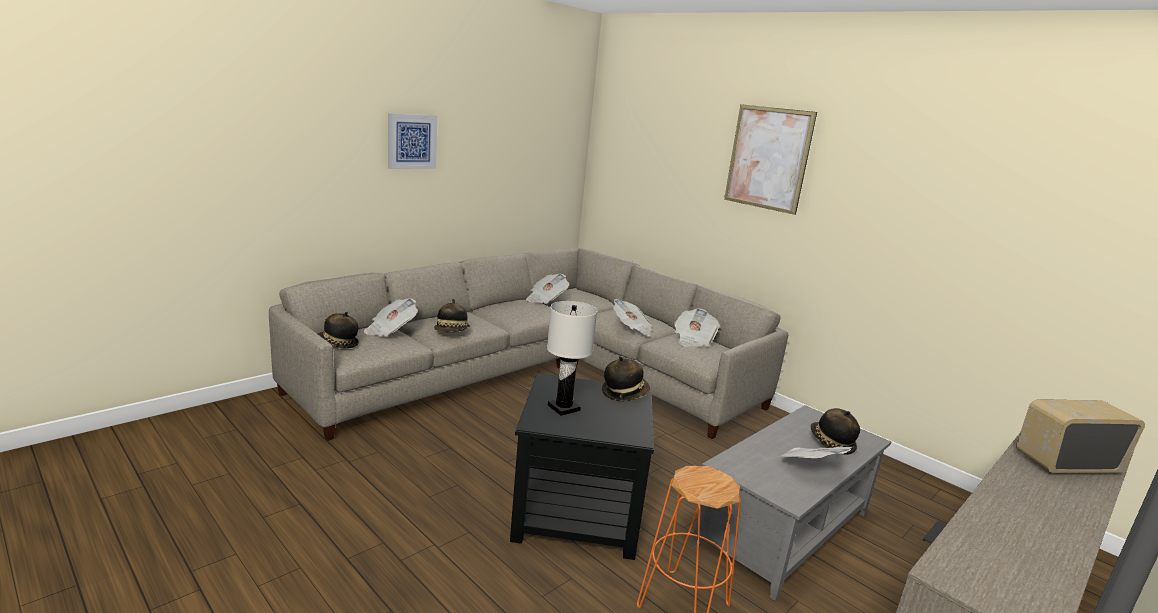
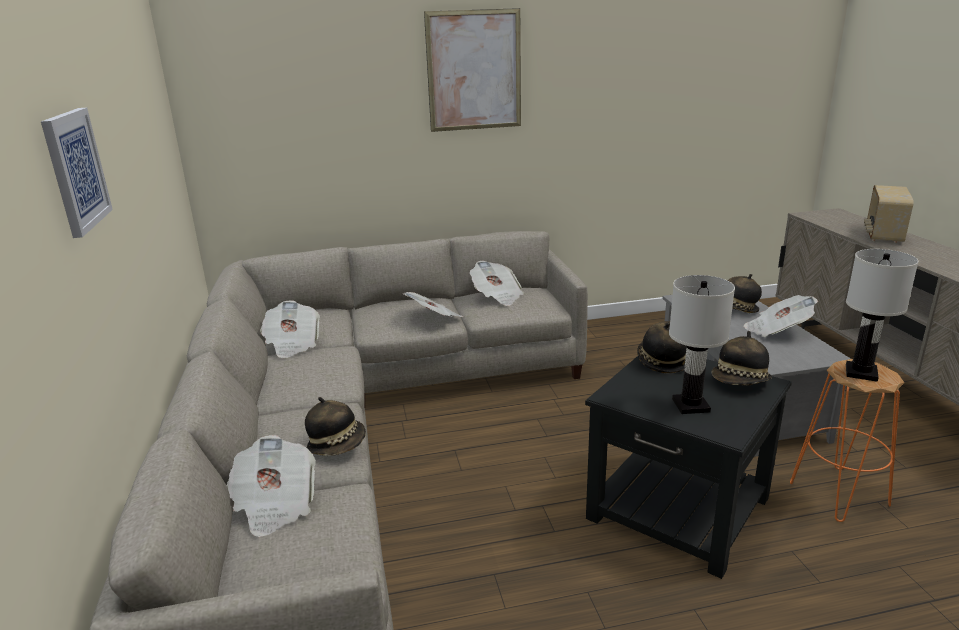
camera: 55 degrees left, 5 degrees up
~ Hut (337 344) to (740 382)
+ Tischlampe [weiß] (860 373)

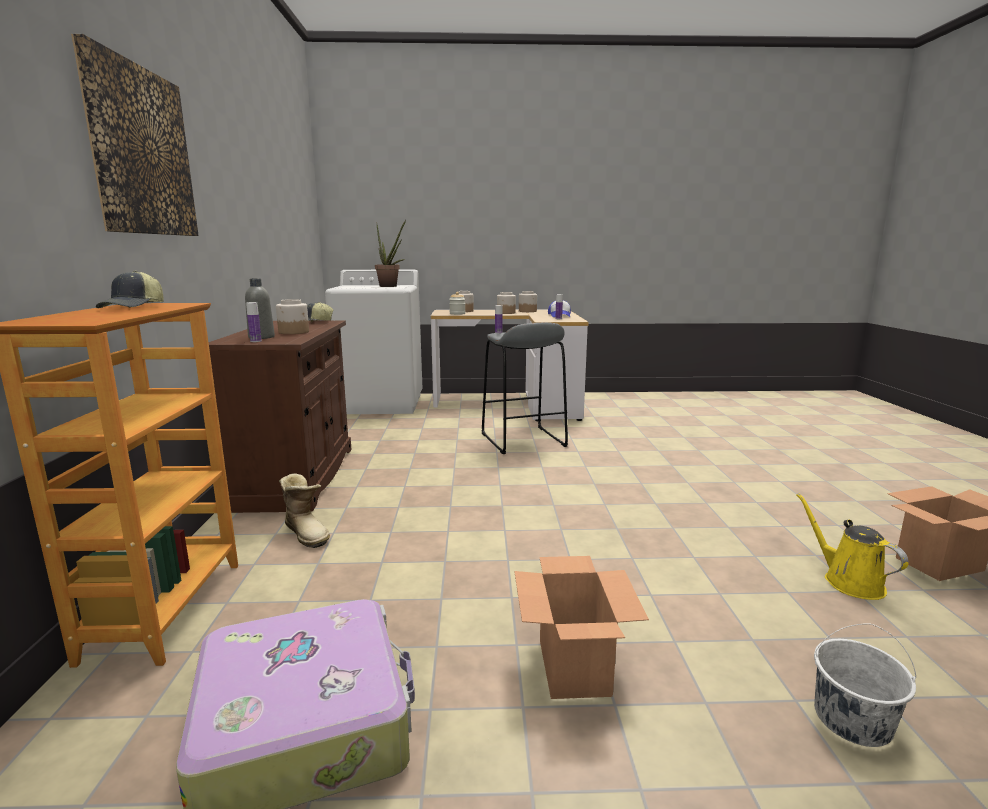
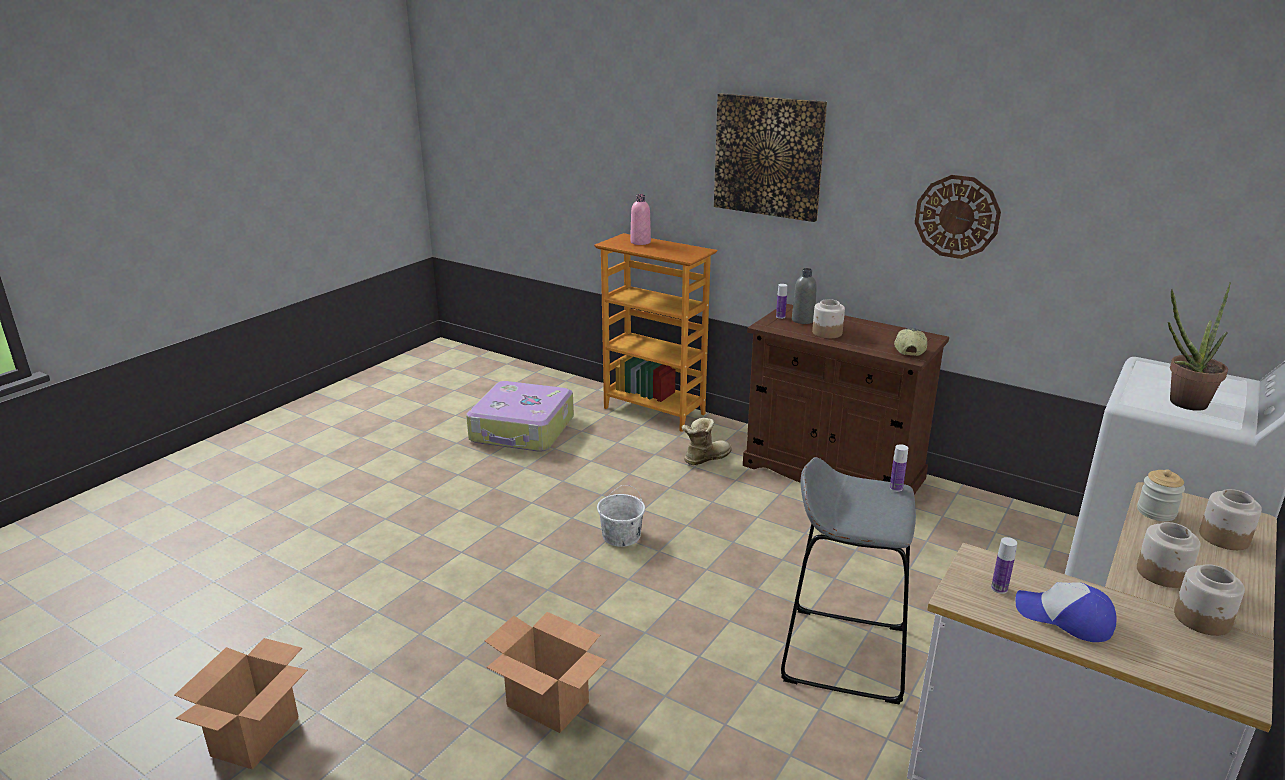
camera: 125 degrees right, 10 degrees up
~ Karton (573 666) to (549 704)
~ Eimer [weiß] (851 719) to (621 536)
+ Flasche [rosa] (640 242)
~ Stiefel (307 532) = (704 458) 150 degrees clockwise
+ Wanduhr (957 216)
- Kappe (134 307)
- Gießkanne [gelb] (848 581)

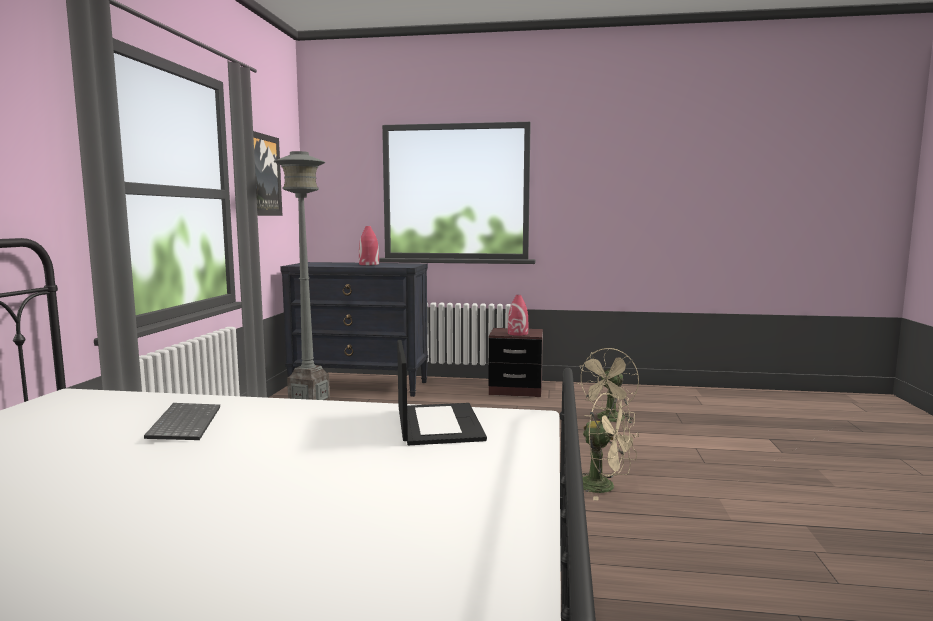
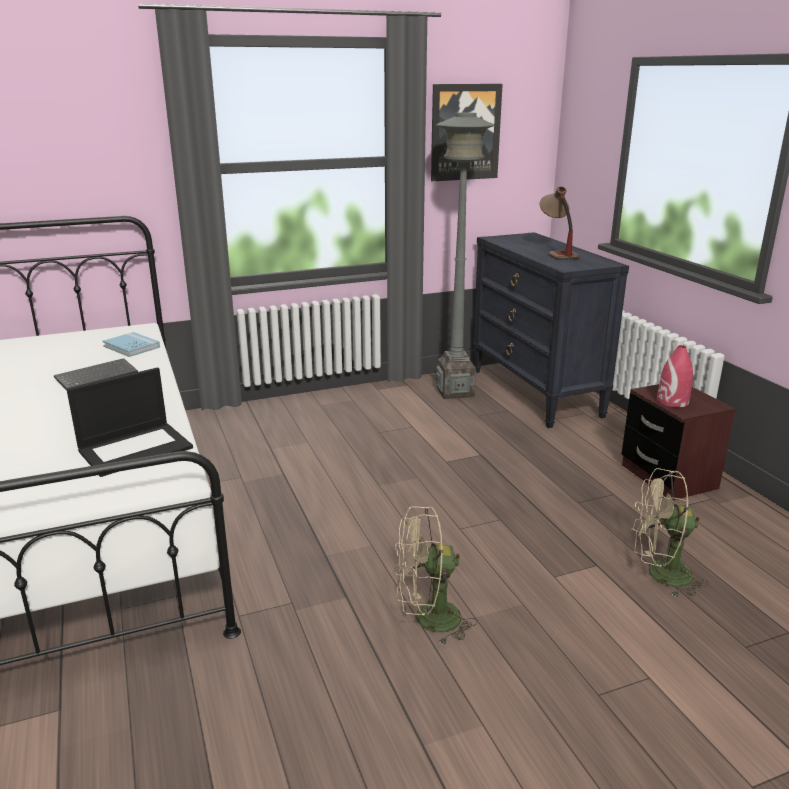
camera: 60 degrees right, 15 degrees up
+ Buch [blau] (131 347)
~ Ventilator [beige] (604 487) = (428 620) 75 degrees clockwise
~ Vase [rot] (369 264) to Tischlampe (556 253)

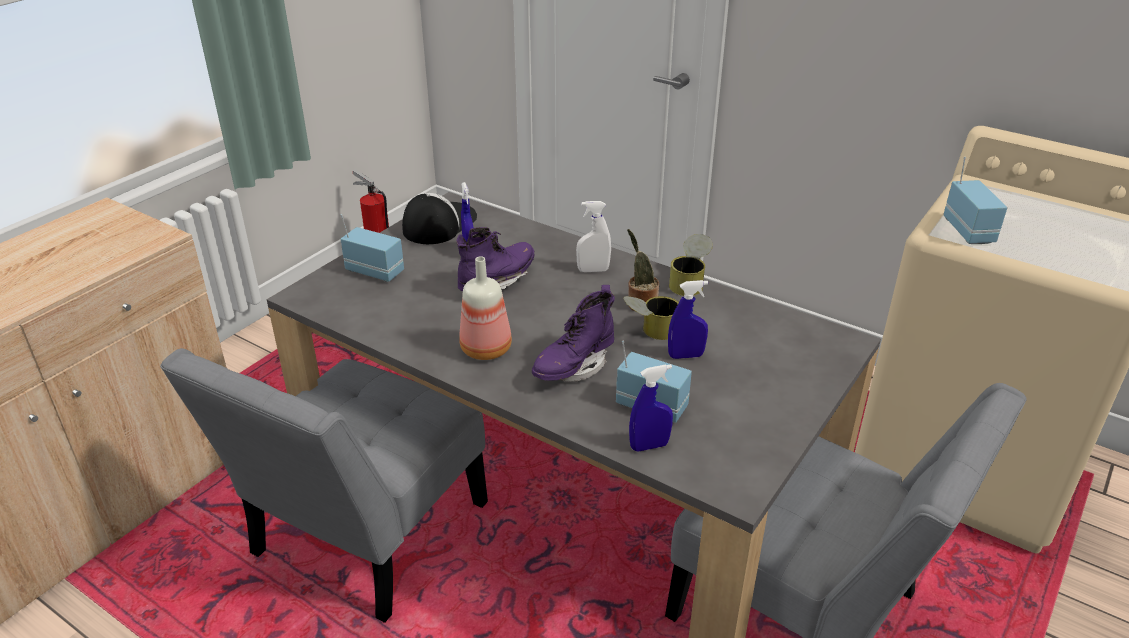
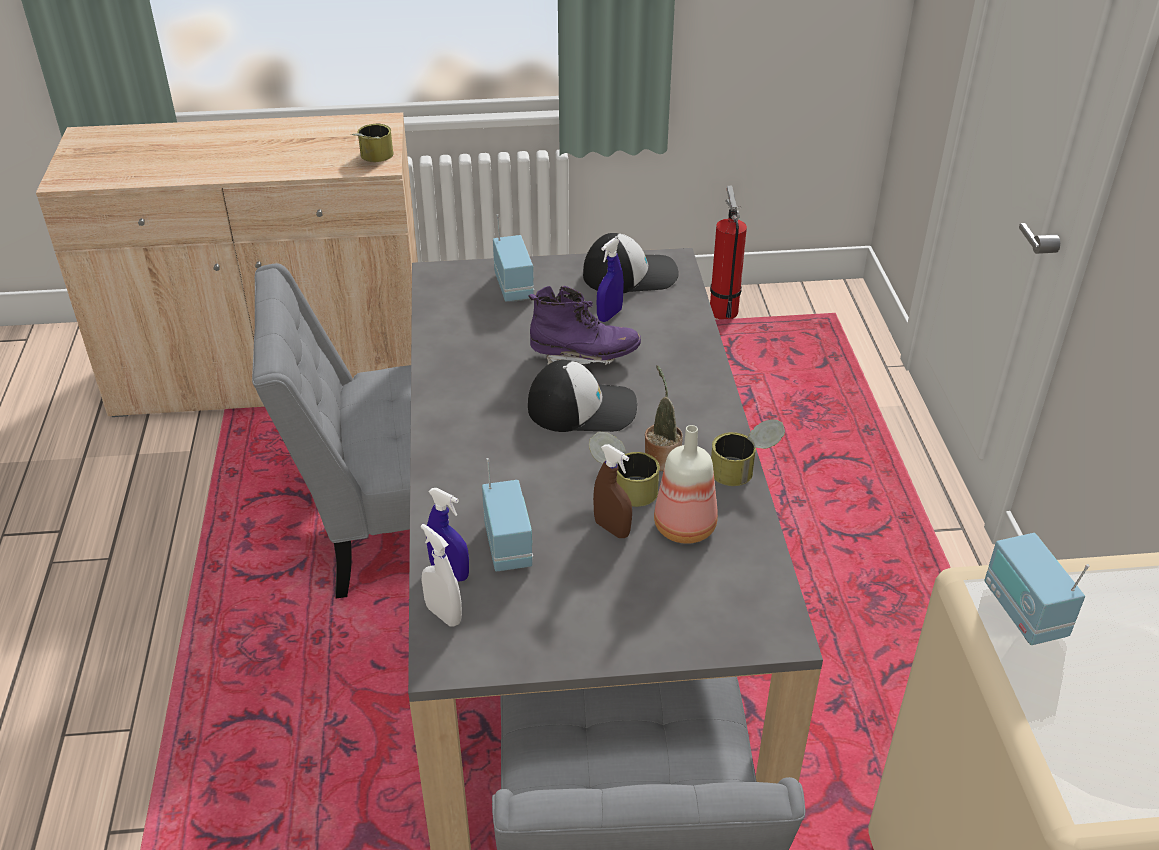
camera: 50 degrees right, 5 degrees up
+ Dose (373 159)
~ Sprühflasche [weiß] (593 270) to (443 614)
+ Kappe (583 407)
~ Sprühflasche [blau] (685 356) to Sprühflasche [braun] (612 529)
~ Flasche (487 348) to (687 527)
~ Radio (969 231) = (1023 612) 120 degrees clockwise
- Stiefel [lila] (574 367)

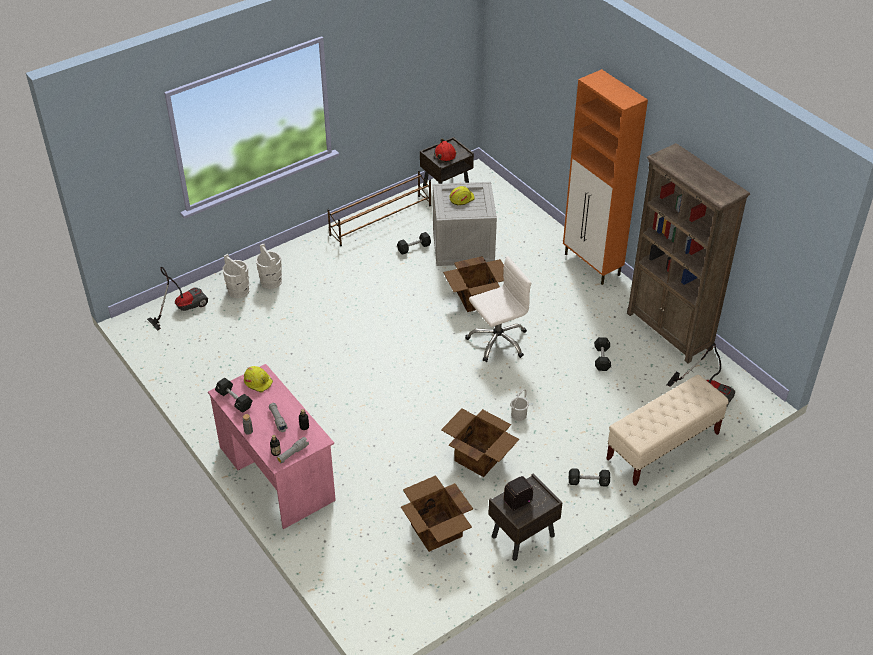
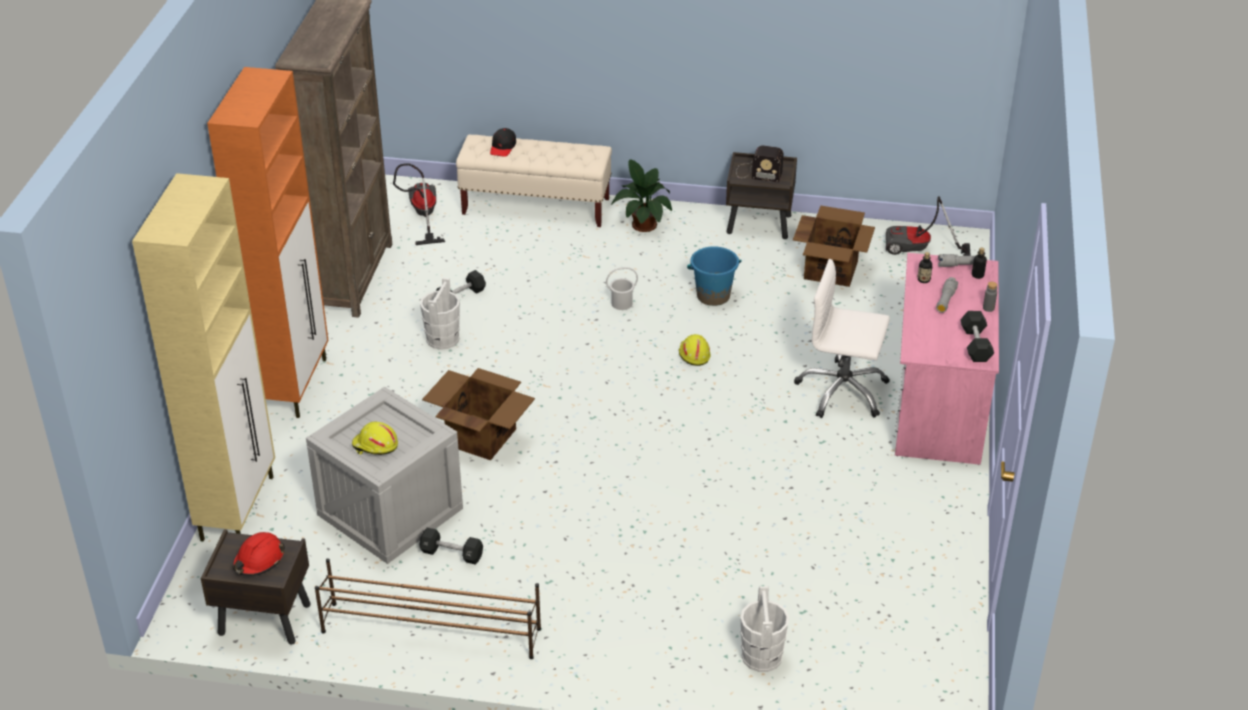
camera: 135 degrees left, 5 degrees down
+ Schrank [beige] (238 507)
~ Eimer [weiß] (271 281) to (442 339)
+ Kappe [schwarz] (503 147)
~ Hantel [schwarz] (588 482) to Topfpflanze (643 223)
~ Schutzhelm [gelb] (258 382) to (693 354)
~ Karton (478 457) to Eimer [blau] (713 296)
~ Bürostuhl [weiß] (497 341) to (842 391)
~ Staubsauger (182 308) to (919 251)

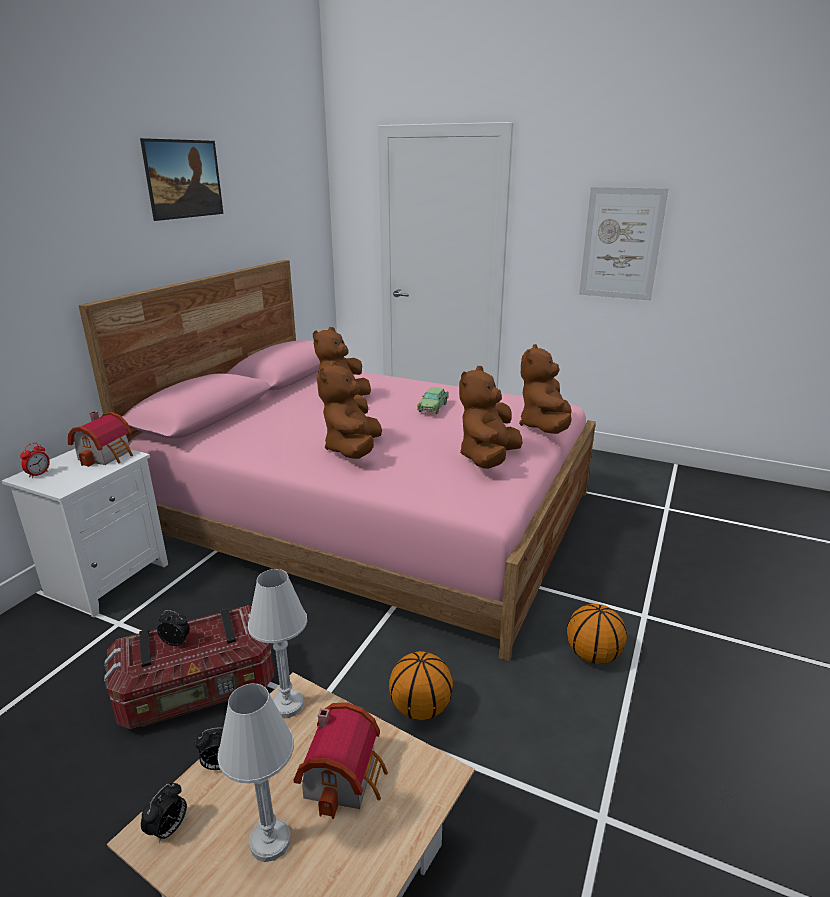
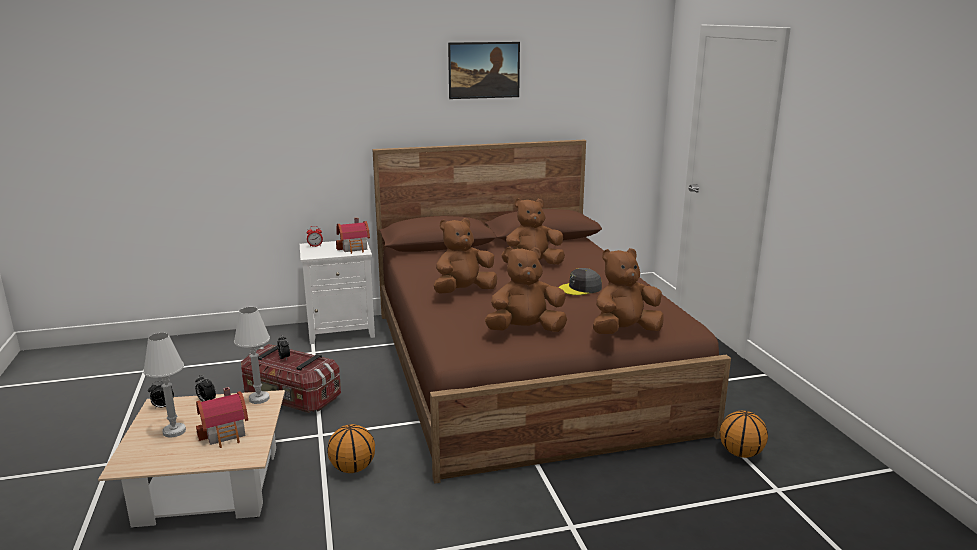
camera: 50 degrees right, 5 degrees down
~ Bett [rosa] (372 514) to Bett [braun] (523 366)
~ Spielzeugauto (433 407) to Kappe [grau] (580 288)
~ Basketball (592 655) to (741 453)
- Bild (621 244)

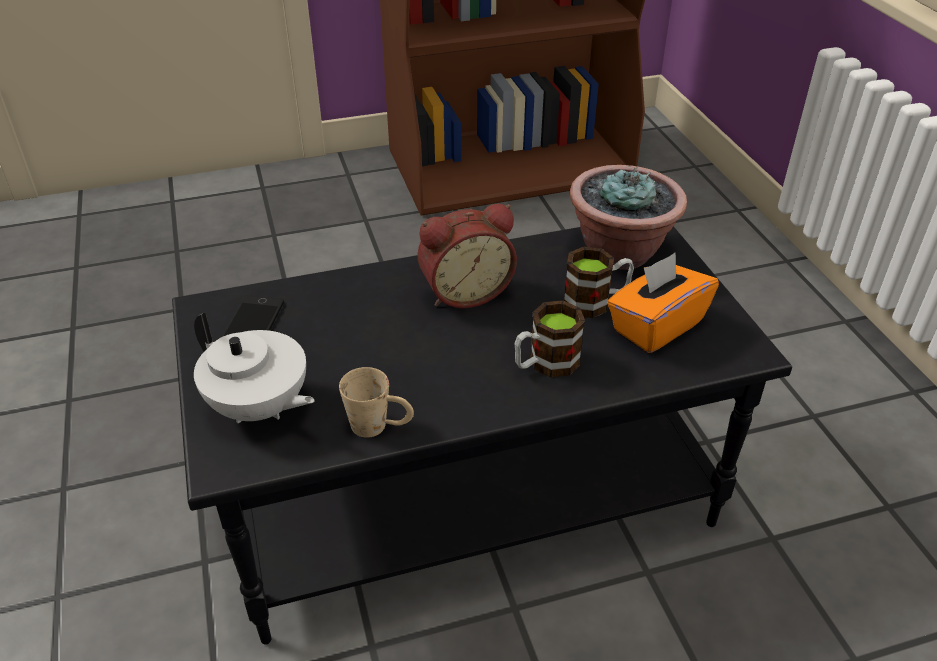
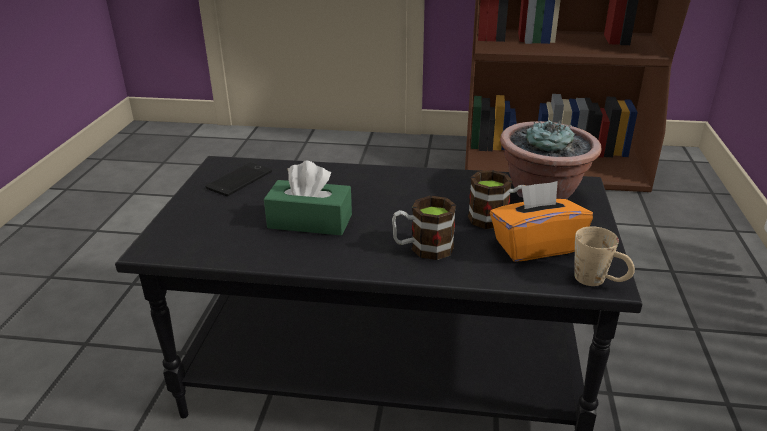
camera: 25 degrees right, 10 degrees down
+ Taschentuchbox [grün] (310 221)
~ Henkelbecher [beige] (380 426) to (599 281)
- Teekanne [weiß] (259 408)
- Wecker (465 291)

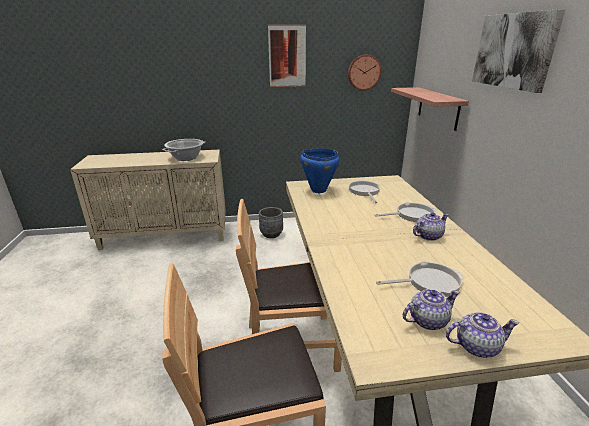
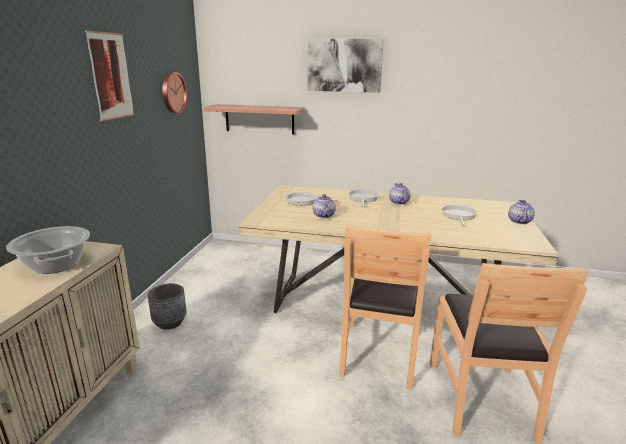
camera: 70 degrees left, 5 degrees down
~ Teekanne (427 320) to (323 215)
- Kochtopf [blau] (318 190)

